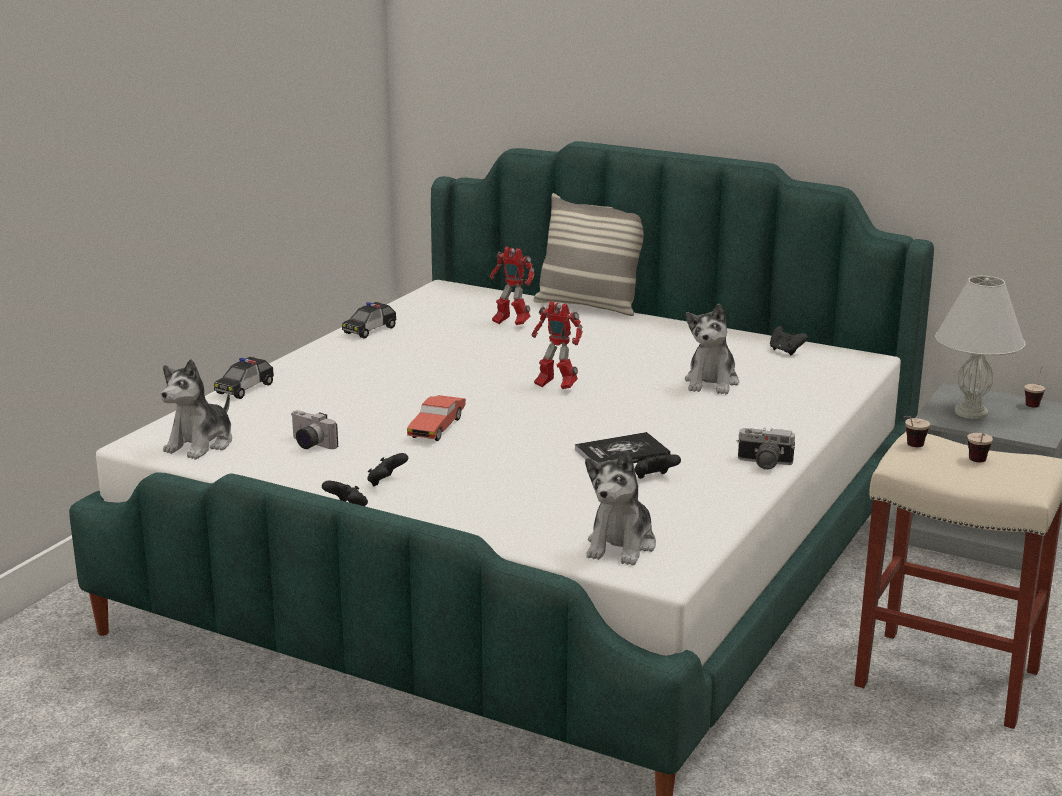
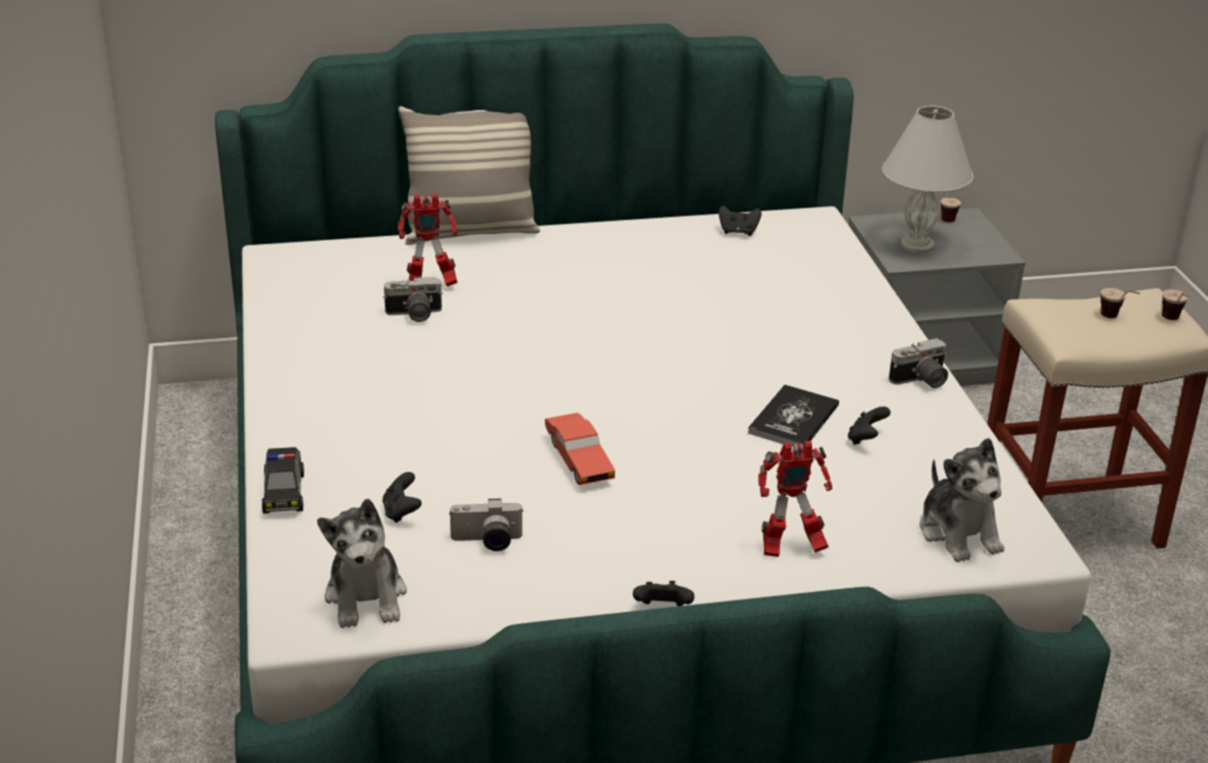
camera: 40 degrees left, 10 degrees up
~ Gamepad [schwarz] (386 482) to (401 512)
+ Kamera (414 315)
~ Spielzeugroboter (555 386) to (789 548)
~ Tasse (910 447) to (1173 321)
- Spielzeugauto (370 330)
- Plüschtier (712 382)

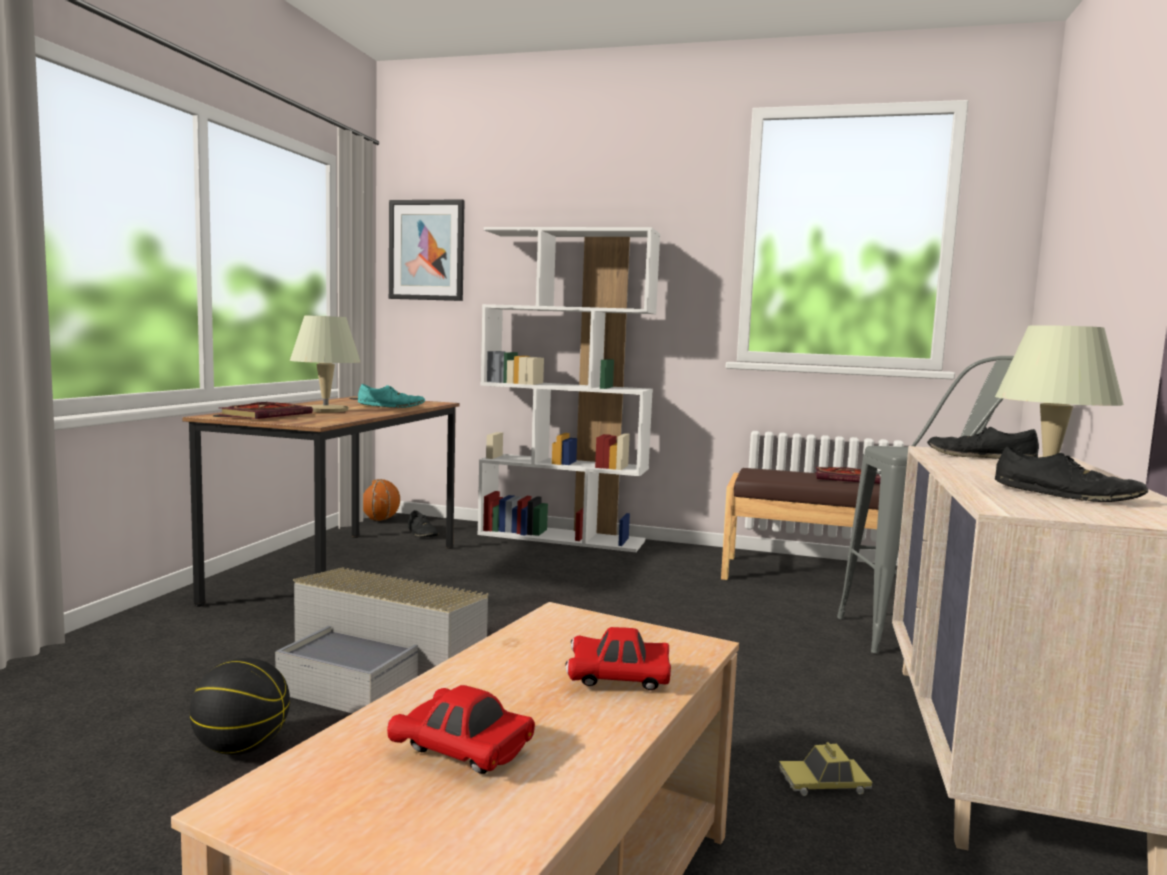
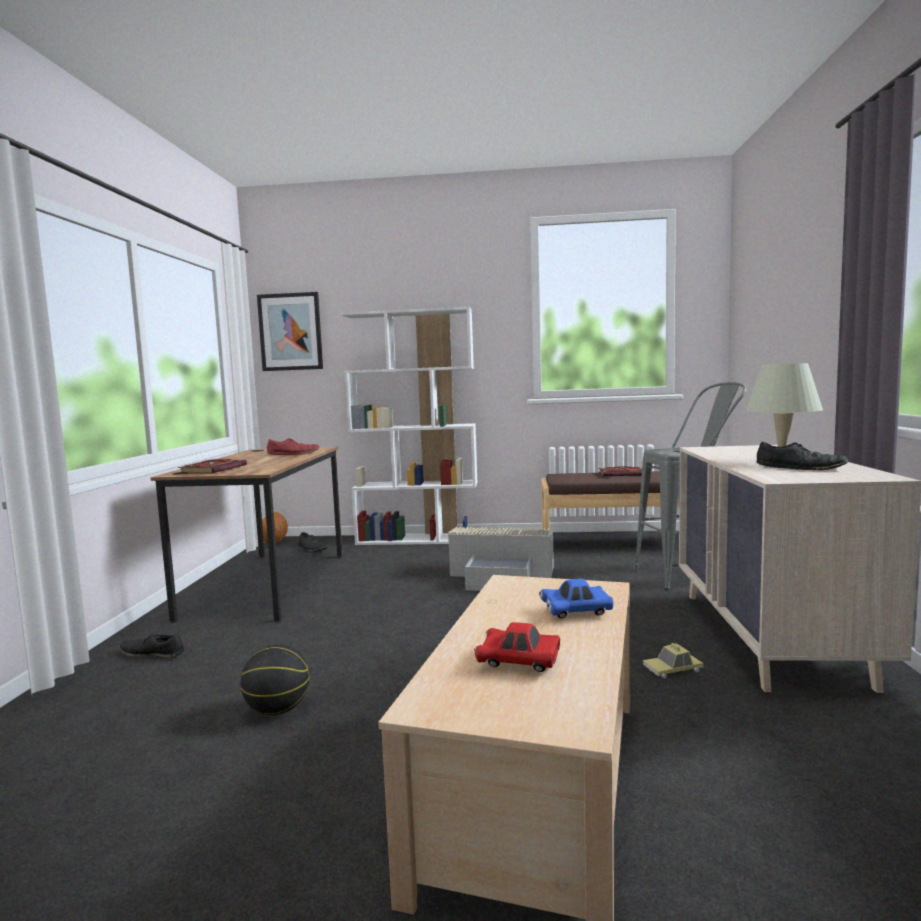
camera: 10 degrees left, 0 degrees up
~ Schuh [schwarz] (980 457) to (153 653)
~ Schuh [türkis] (391 406) to Schuh [rot] (293 454)
~ Aufbewahrungsbox [grau] (379 669) to (502 575)
~ Spielzeugauto [rot] (618 679) to Spielzeugauto [blau] (576 612)
- Tischlampe [beige] (326 410)

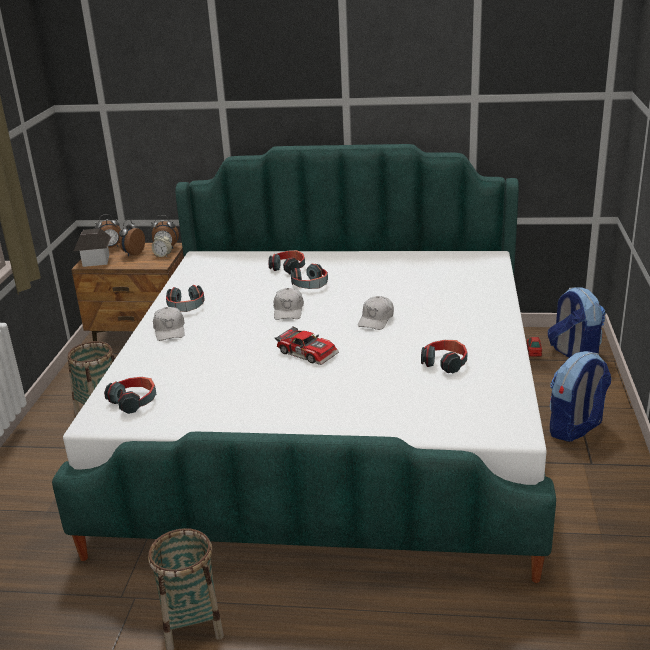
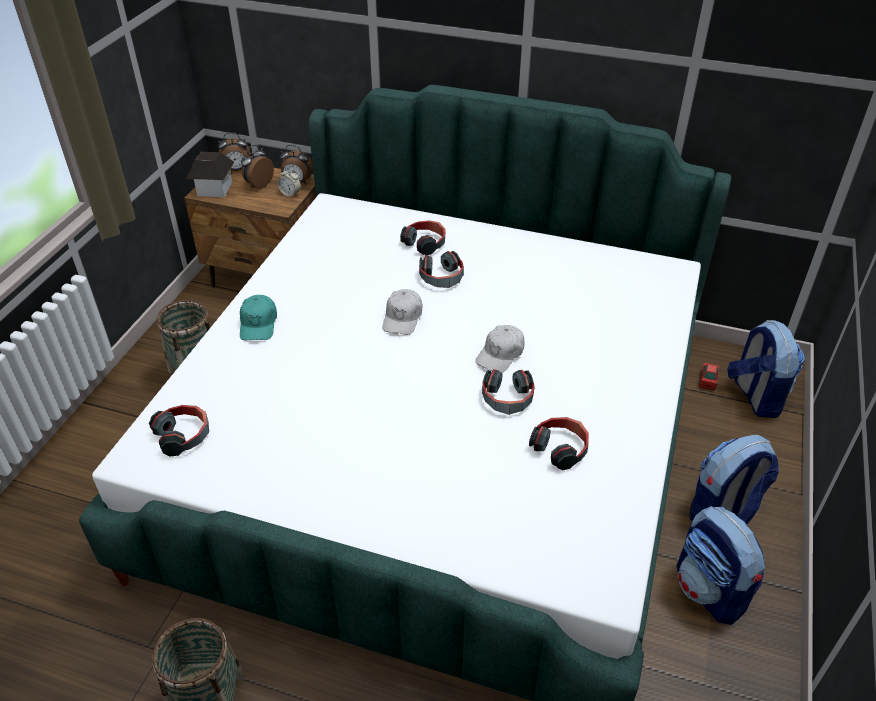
camera: 10 degrees right, 15 degrees up
~ Kappe [weiß] (170 330) to Kappe [türkis] (258 324)
~ Kopfhörer (186 307) to (507 399)
+ Rucksack (710 591)
- Spielzeugauto (308 352)

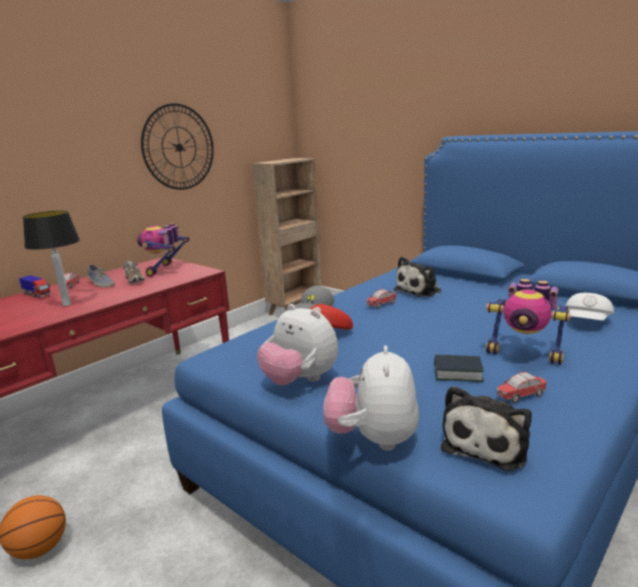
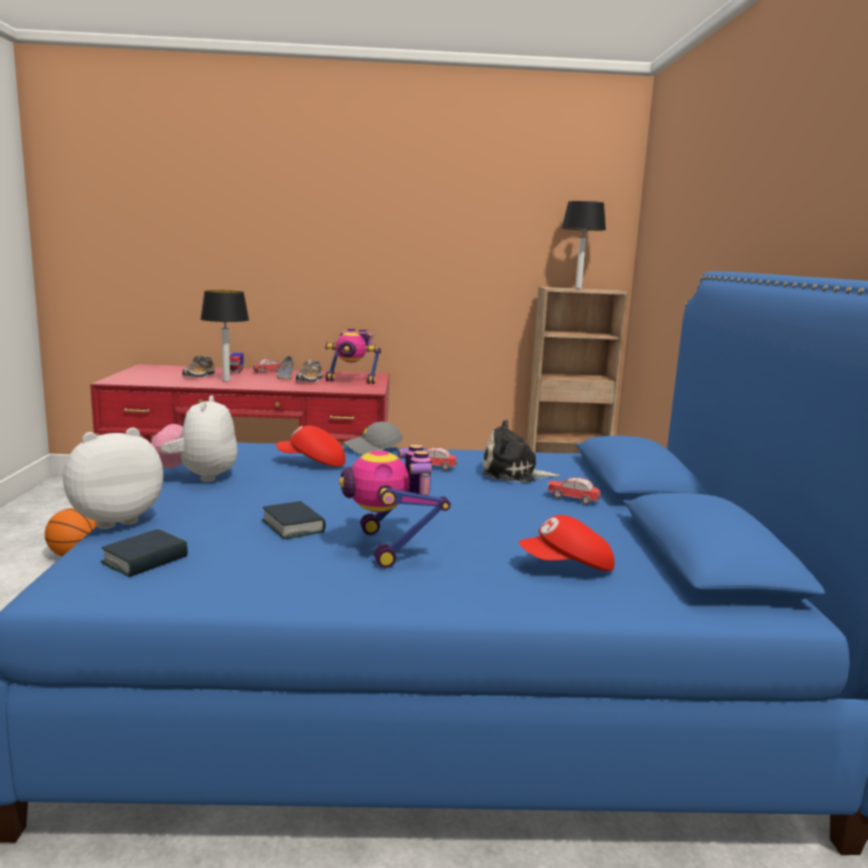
camera: 45 degrees right, 5 degrees down
~ Plüschtier (487 443) to Buch (145 560)
+ Schuh (199 376)
~ Spielzeugroboter (165 270) = (352 381) 135 degrees counterclockwise
~ Kappe [weiß] (588 322) to Kappe [rot] (567 567)
~ Spielzeugauto (521 396) to (573 500)
+ Tischlampe (578 288)
- Wanduhr (179 147)

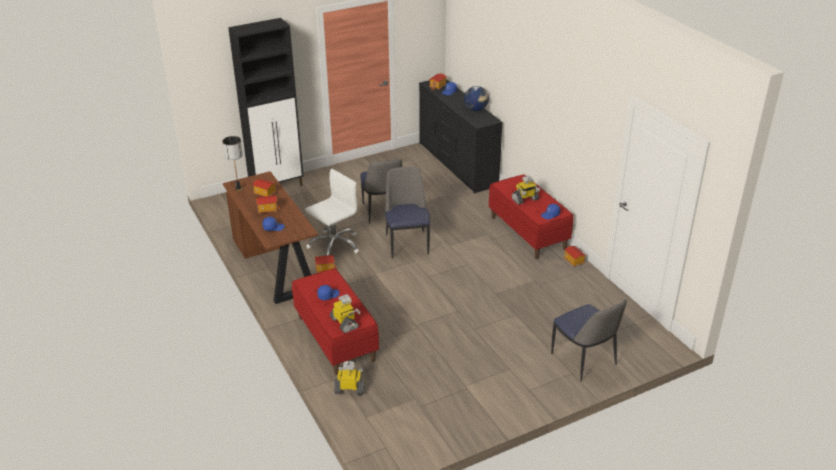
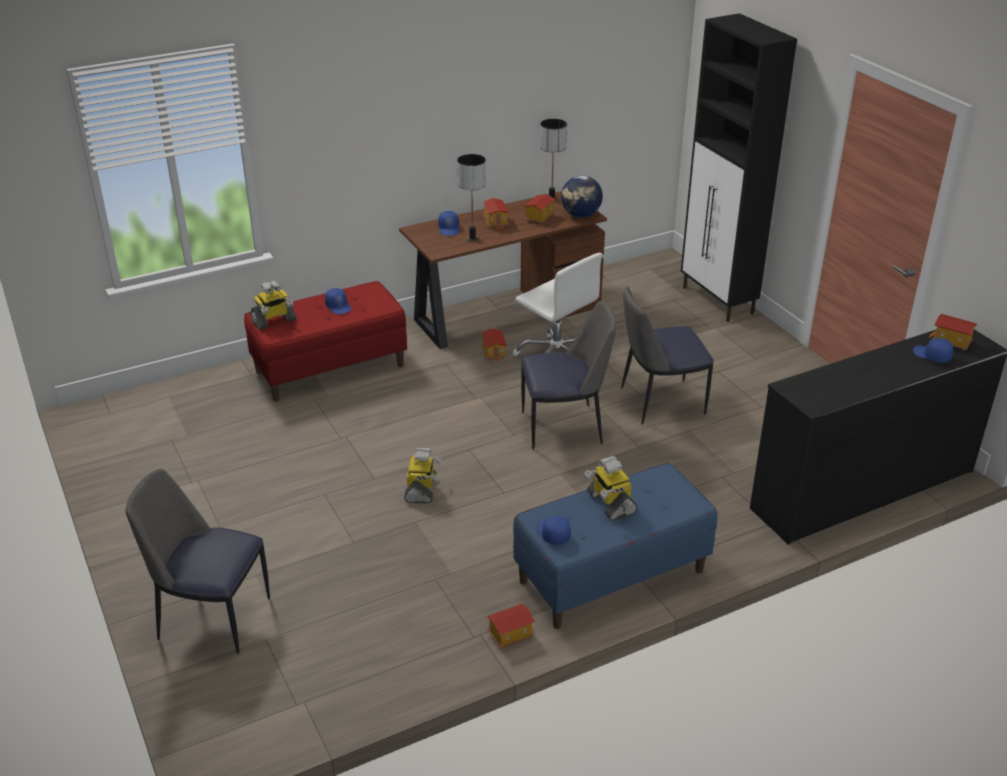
camera: 90 degrees right, 0 degrees up
~ Stuhl (584 361) = (211 617) 45 degrees clockwise
~ Spielzeugroboter (350 389) to (421 489)
+ Tischlampe (472 239)
~ Bank [rot] (528 233) to Bank [blau] (611 576)
~ Globus (476 109) to (581 215)

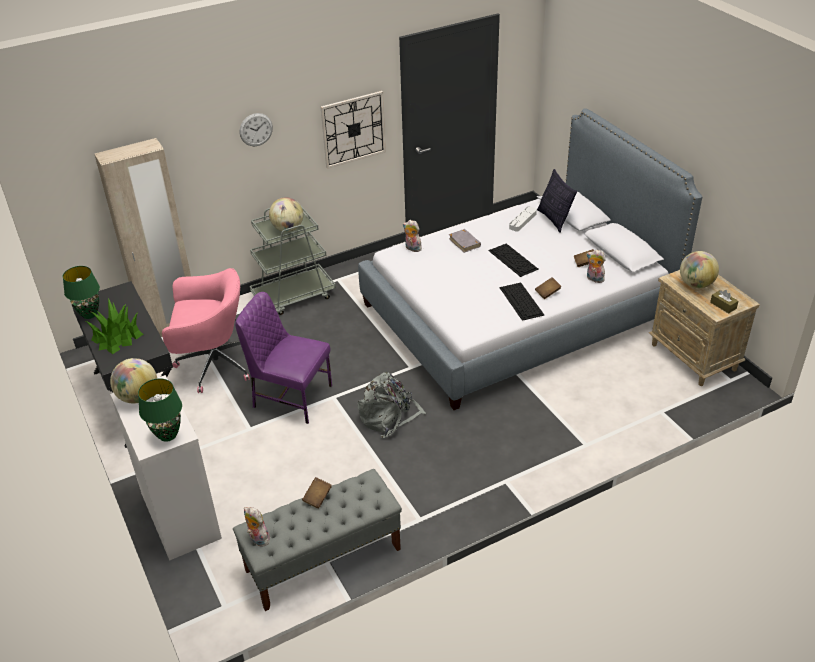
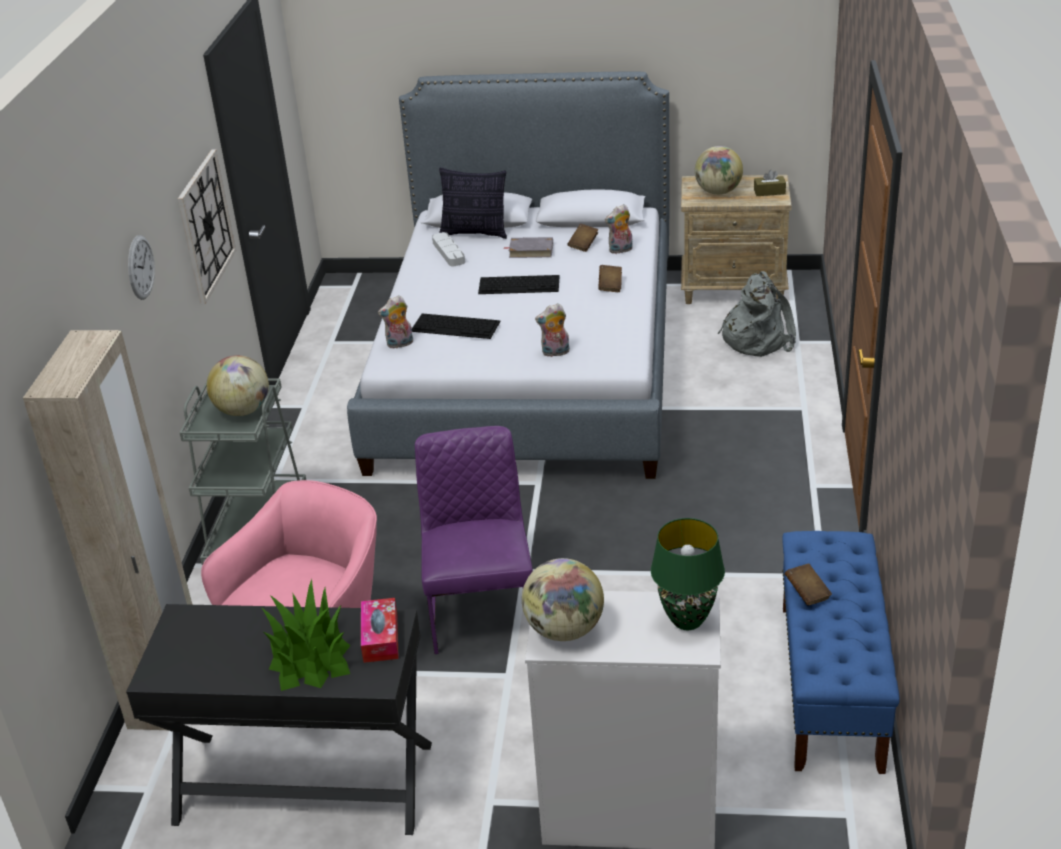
camera: 55 degrees left, 5 degrees down
+ Taschentuchbox (380 638)
~ Tastatur (522 301) to (456 326)
~ Stuhl [lila] (291 396) = (481 610) 120 degrees clockwise
~ Buch [grau] (464 242) to (531 250)
~ Plüschtier (257 539) to (555 353)
~ Rucksack [grau] (389 417) to (757 339)
~ Bank [grau] (323 560) to Bank [blau] (831 686)
- Tischlampe [grün] (90 314)

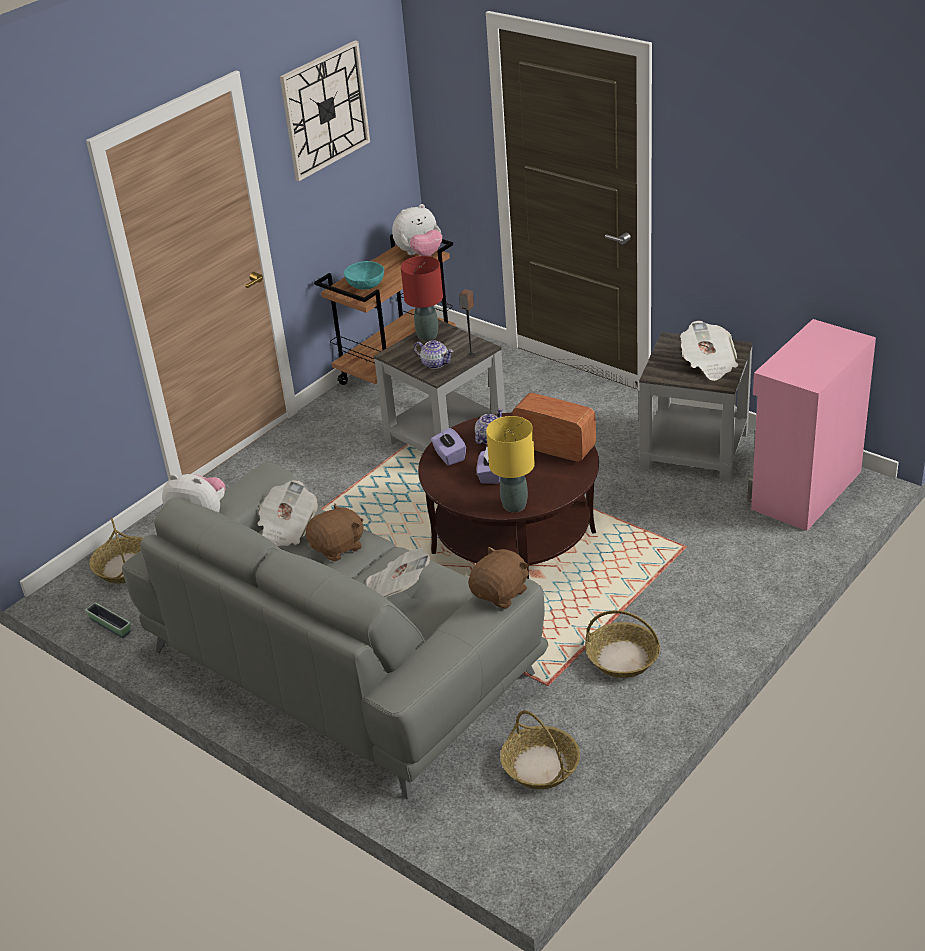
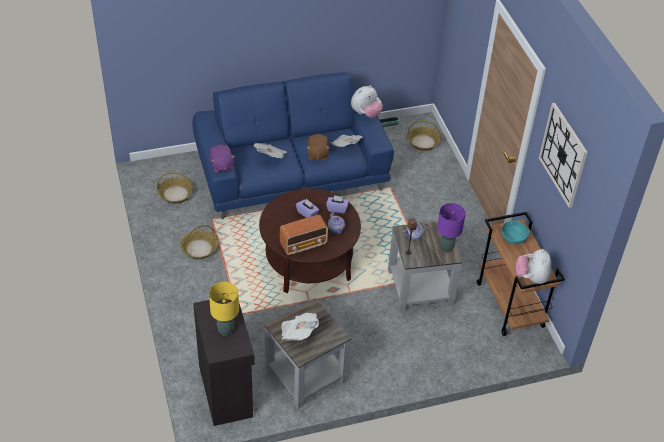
camera: 120 degrees right, 10 degrees up
~ Sofa [grau] (341 662) to Sofa [blau] (292 173)
~ Schrank [rosa] (804 490) to Schrank [schwarz] (226 390)
~ Plüschtier [braun] (501 593) to Plüschtier [lila] (221 165)
~ Tischlampe [gelb] (515 505) to (225 330)
~ Tischlampe [rot] (428 336) to Tischlampe [lila] (446 248)

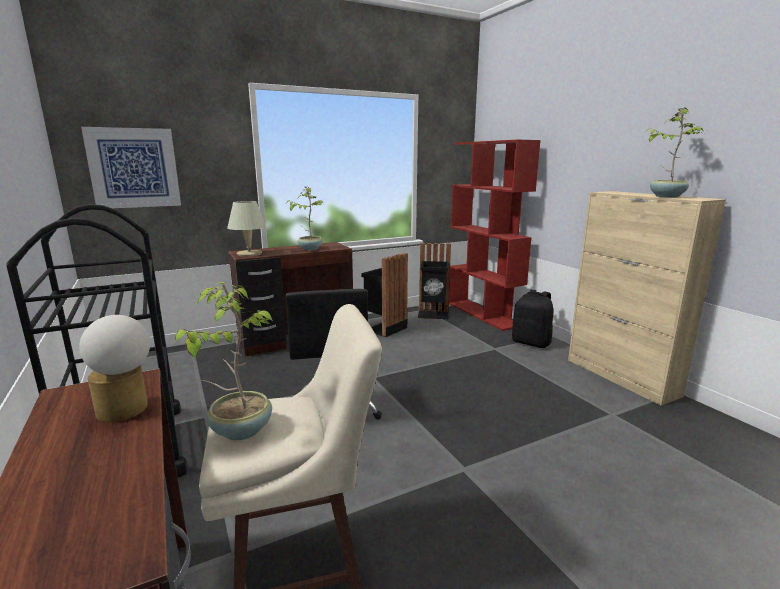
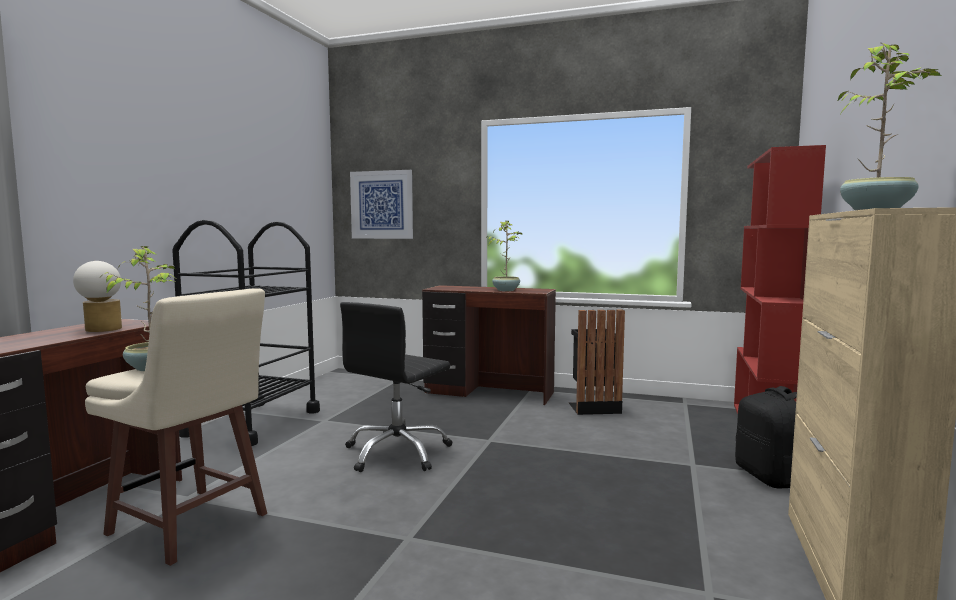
camera: 45 degrees right, 10 degrees down
- Tischlampe [beige] (249 254)
- Mülleimer [schwarz] (433 314)

